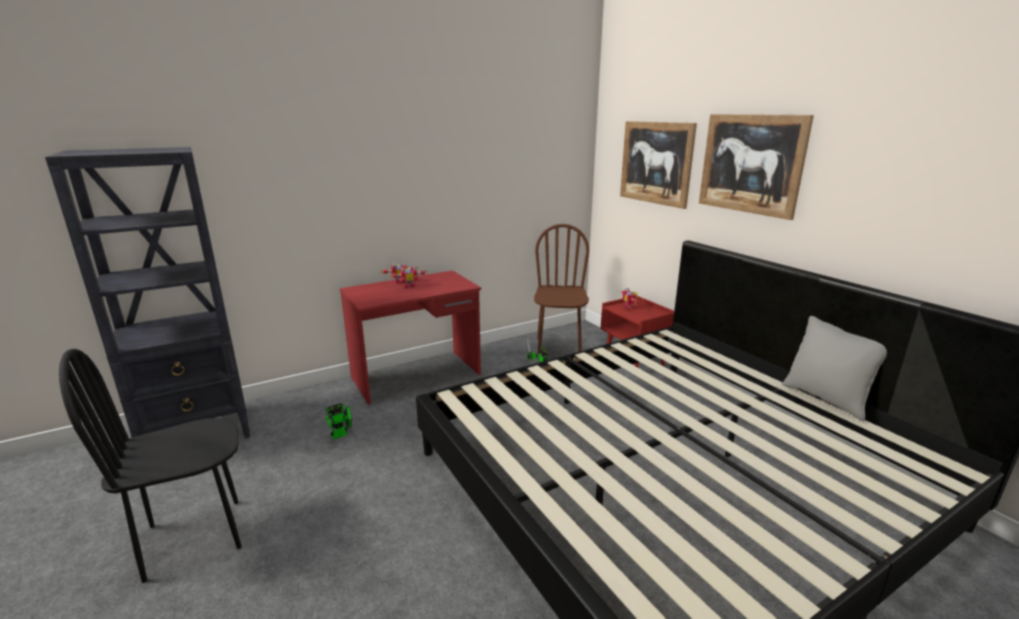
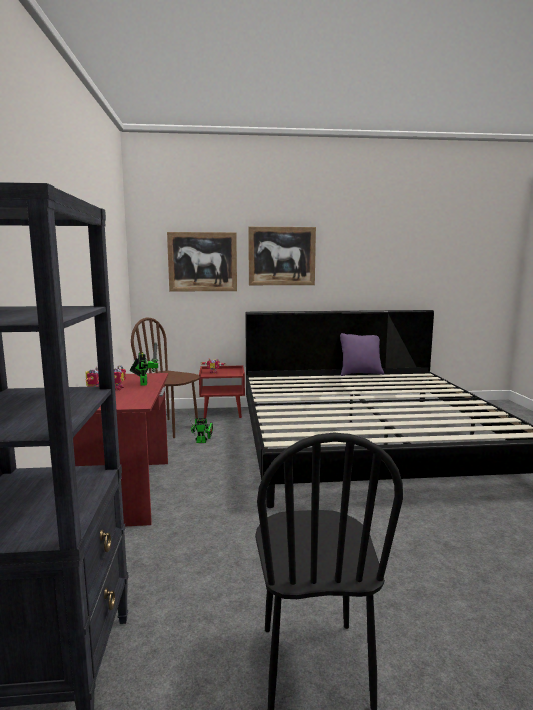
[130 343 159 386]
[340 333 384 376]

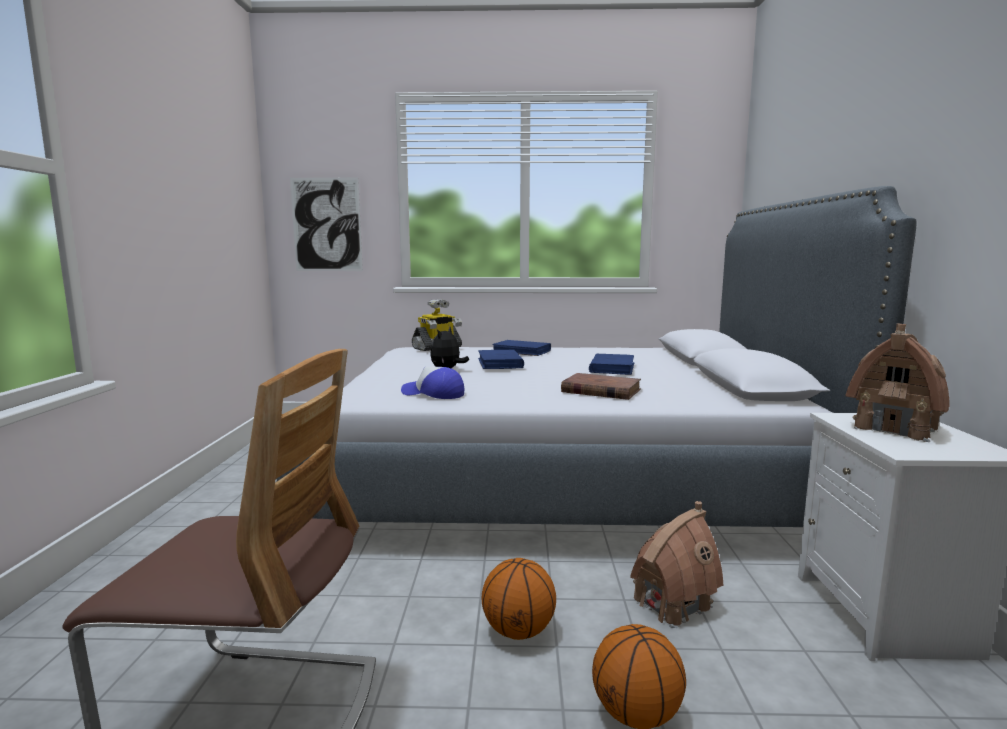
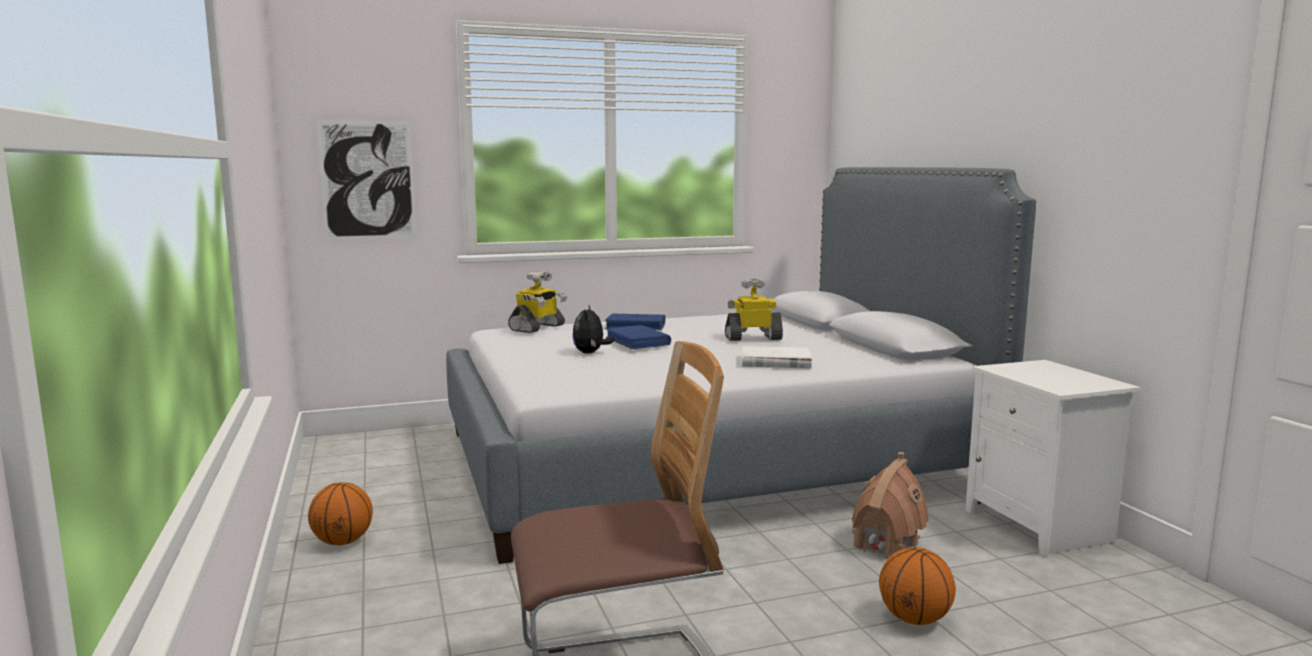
[401 367 464 399] (first image)
[845 324 950 442] (first image)
[308 482 373 545]
[725 277 783 341]
[741 346 812 369]

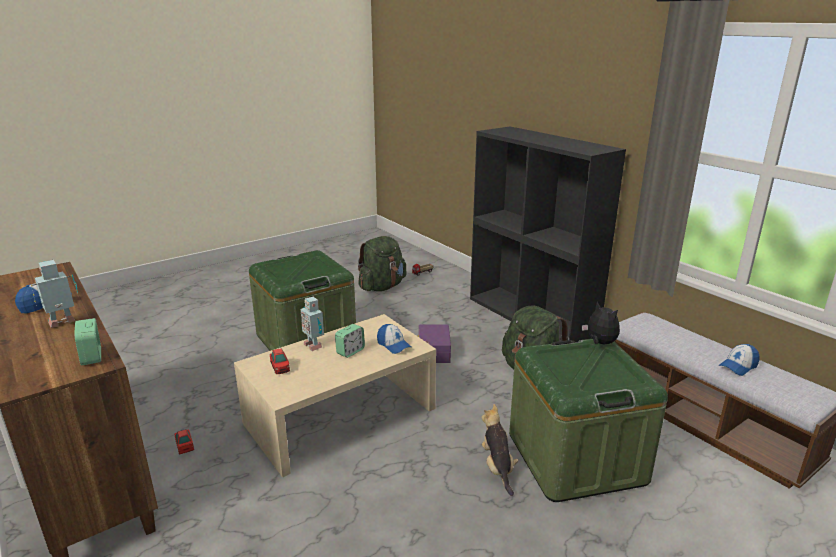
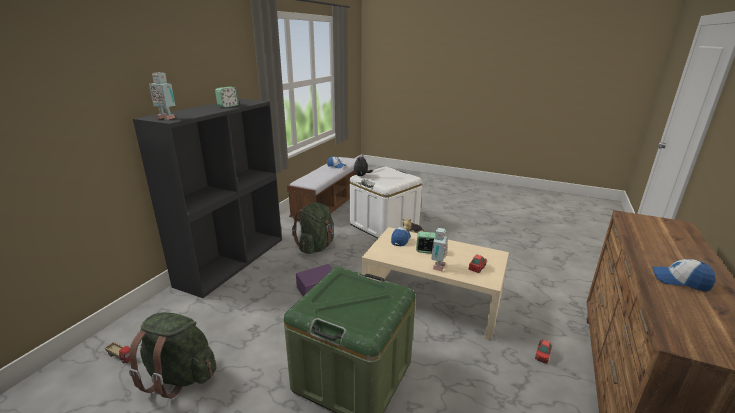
[149 73 175 120]
[215 87 239 107]
[350 167 422 239]

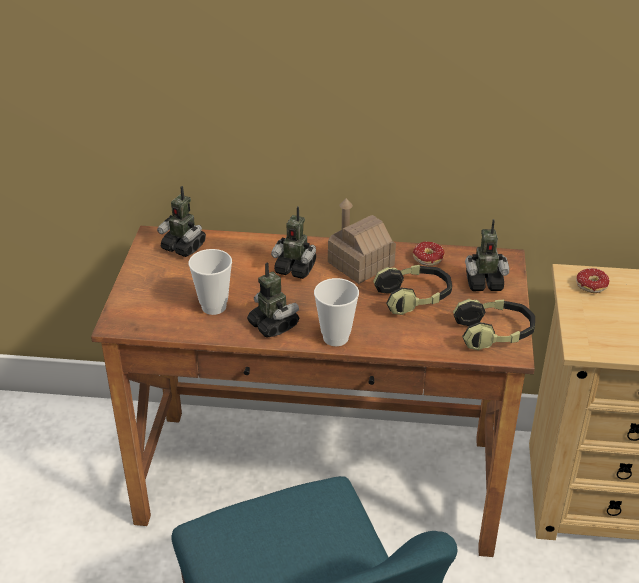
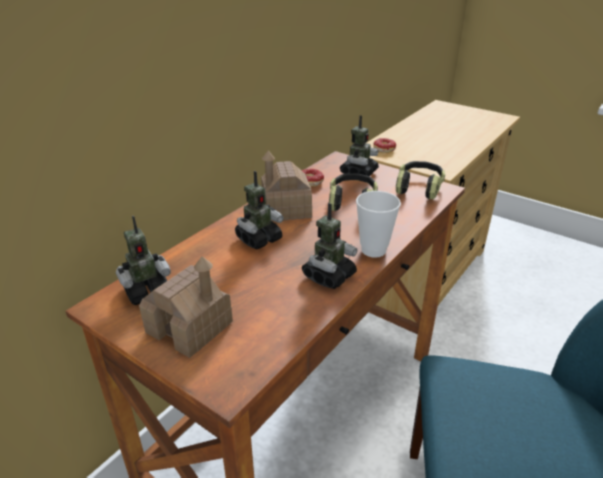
[189 249 232 315] (first image)
[139 256 233 358]
[302 203 357 289]

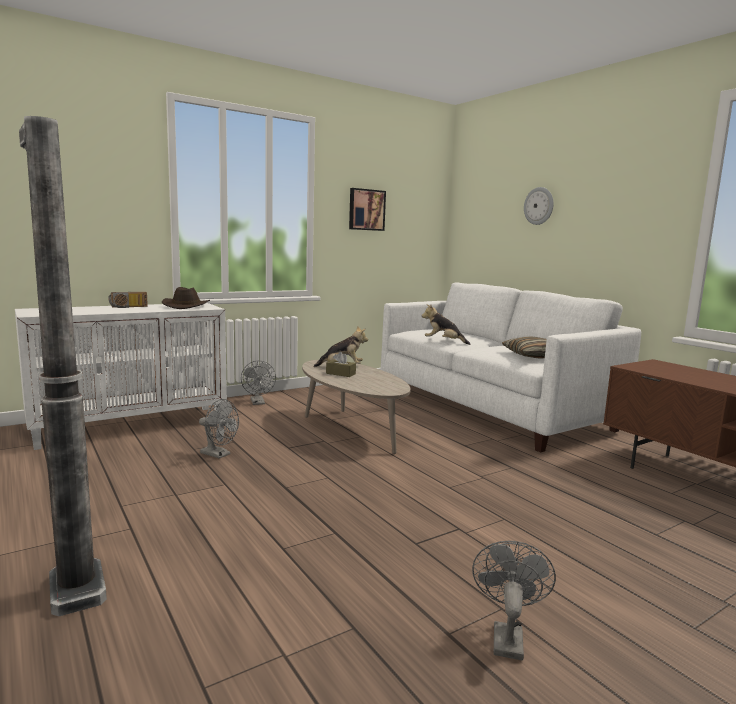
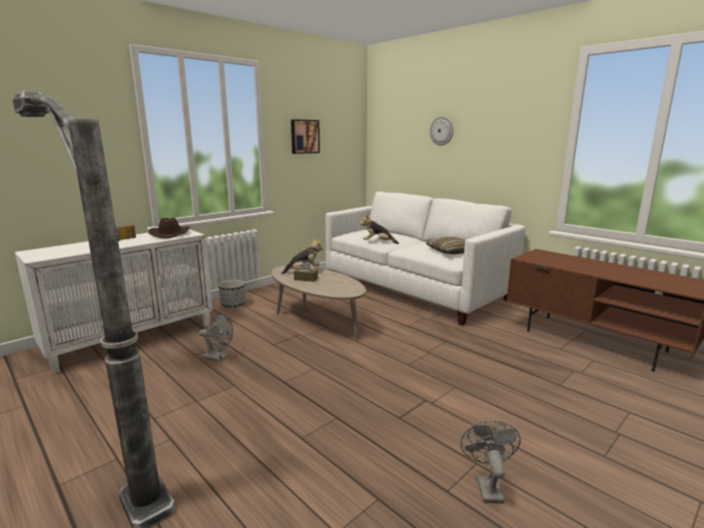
[218 280 246 307]

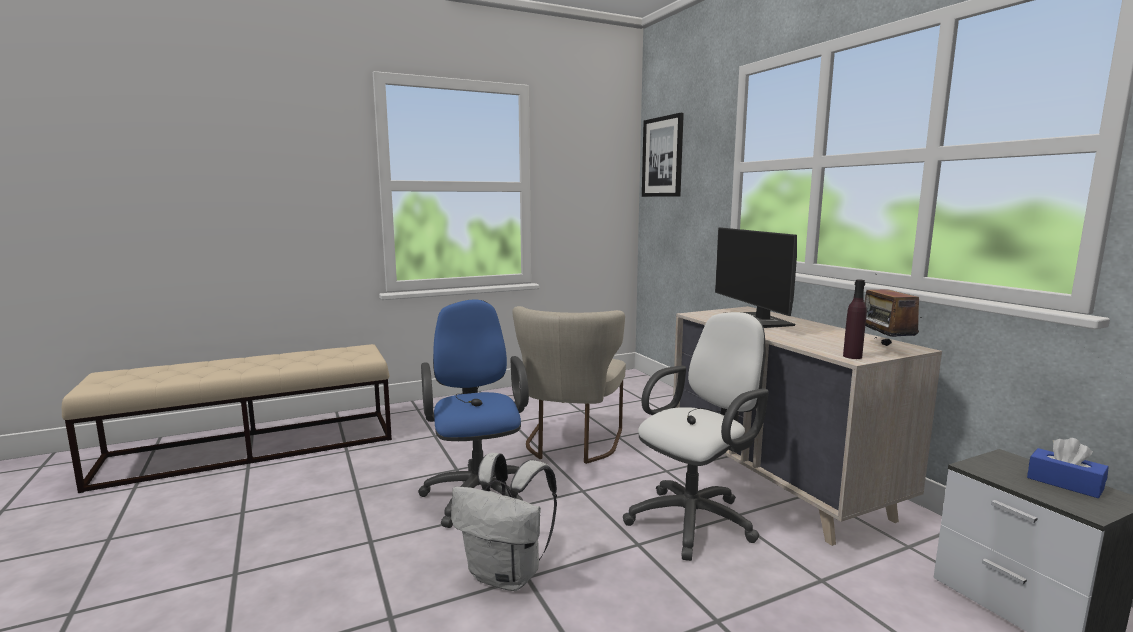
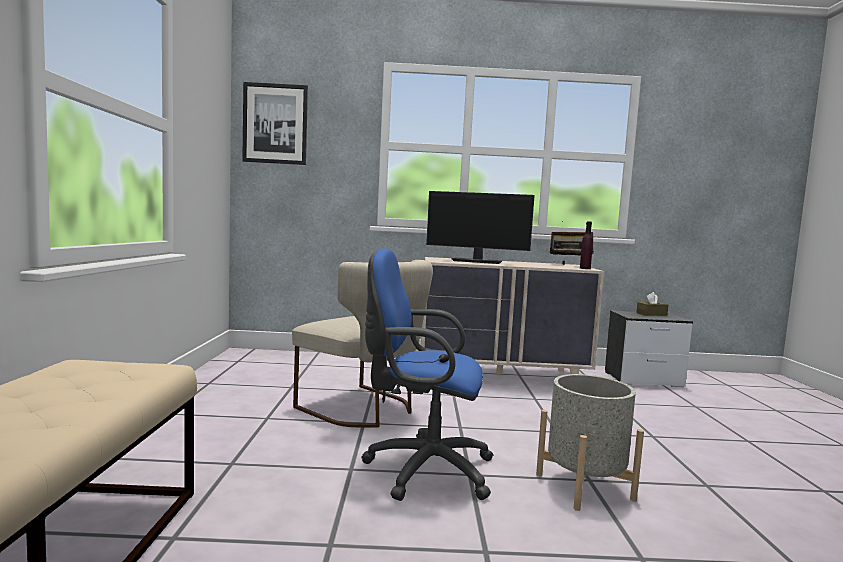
[623 312 769 561] (first image)
[536 374 644 511]
[636 292 668 316]

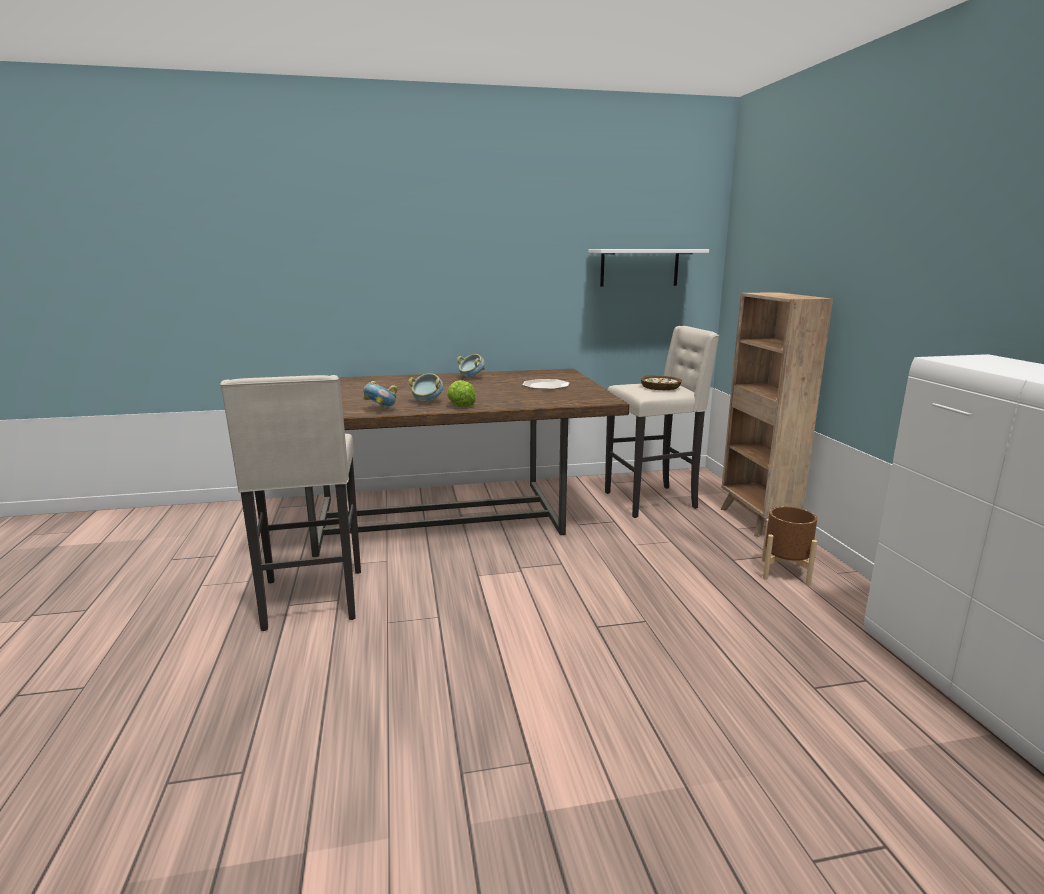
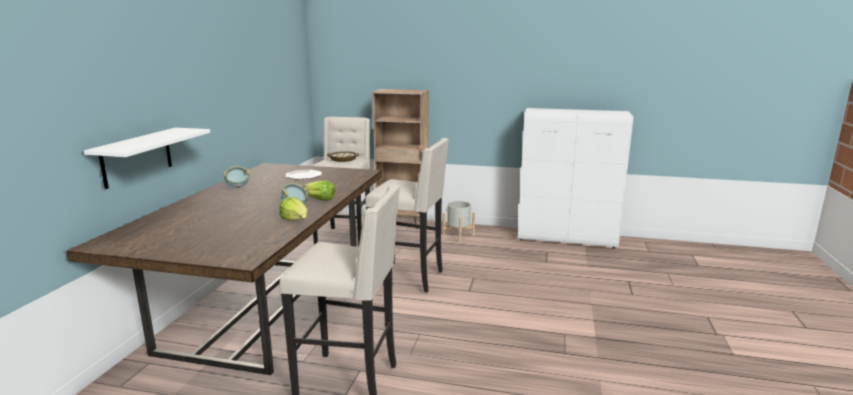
[365 138 449 293]
[84 128 210 189]
[279 197 307 221]
[443 201 475 242]

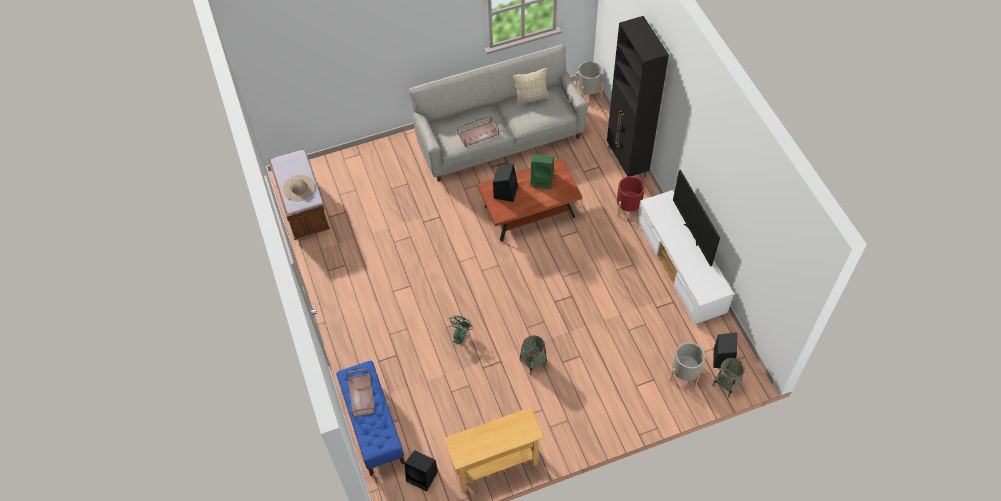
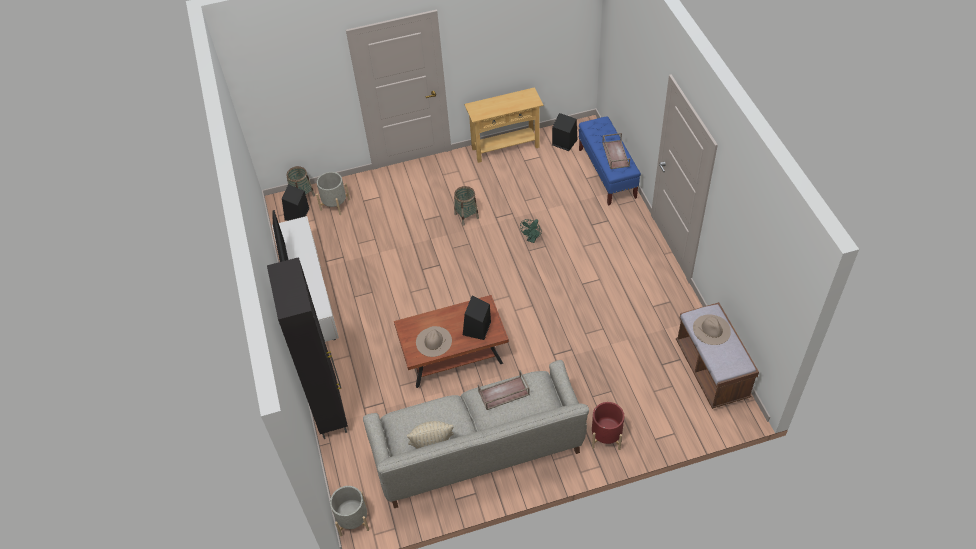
[592 402 624 450]
[416 326 452 357]

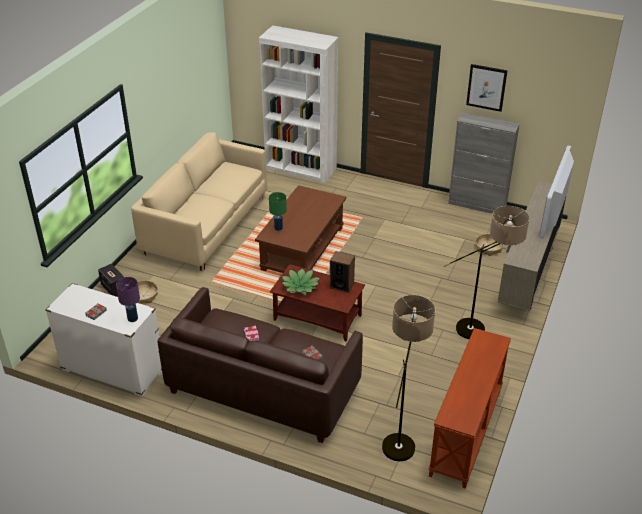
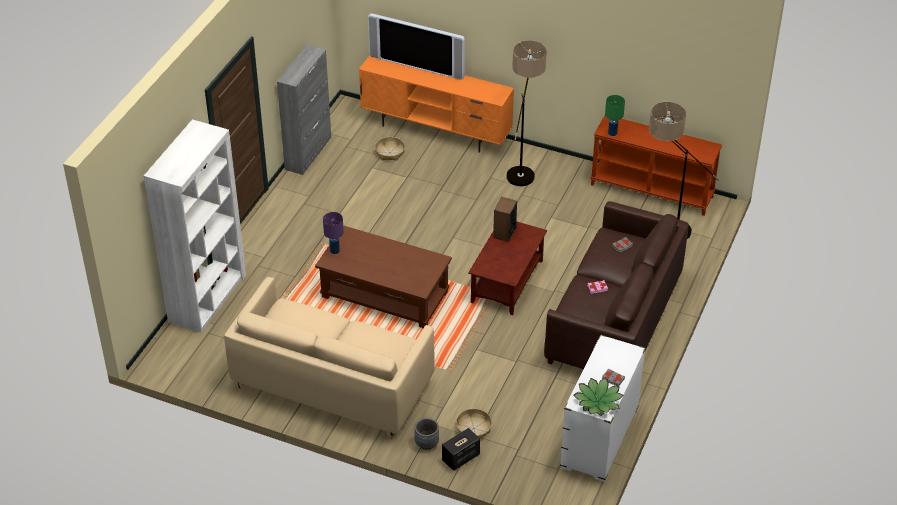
[466 64 508 112] (first image)
[414 418 439 450]
[323 212 344 254]
[605 95 625 136]
[574 378 624 416]
[359 55 514 153]

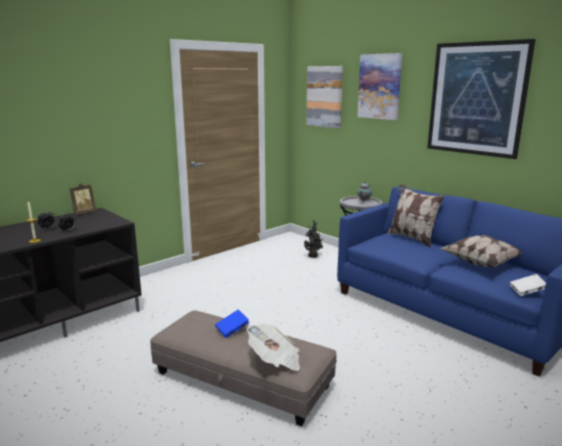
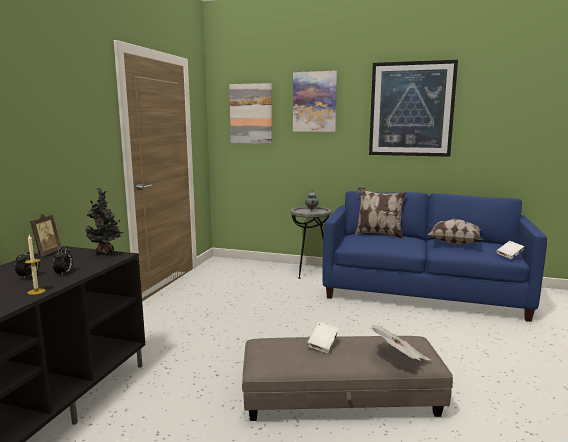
[86 188 124 255]
[307 322 339 353]

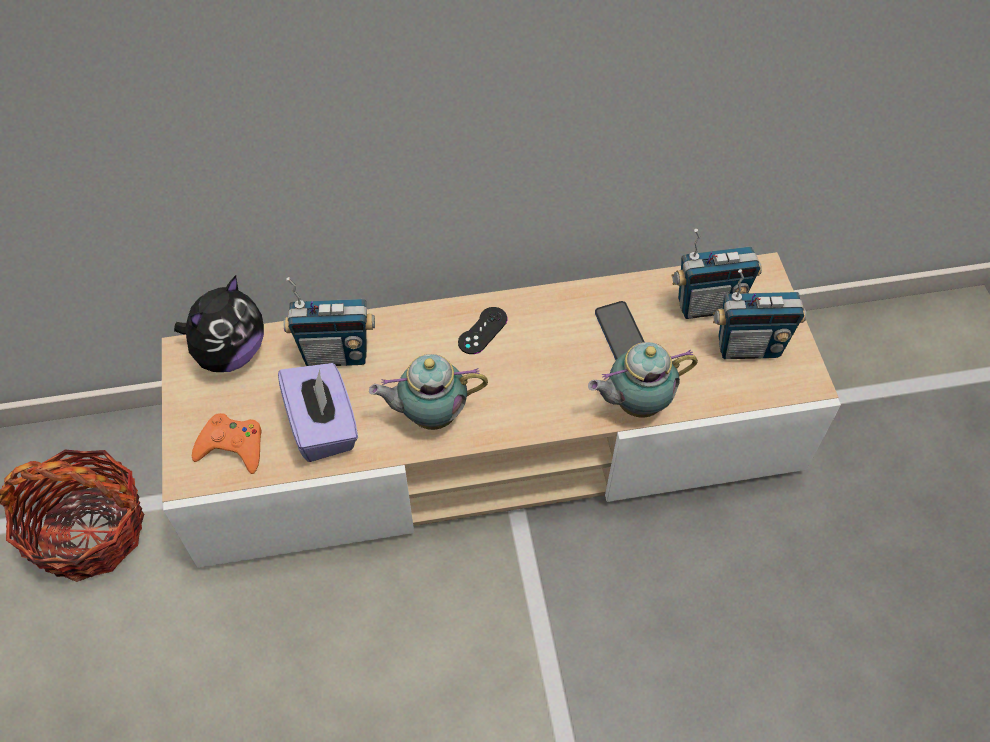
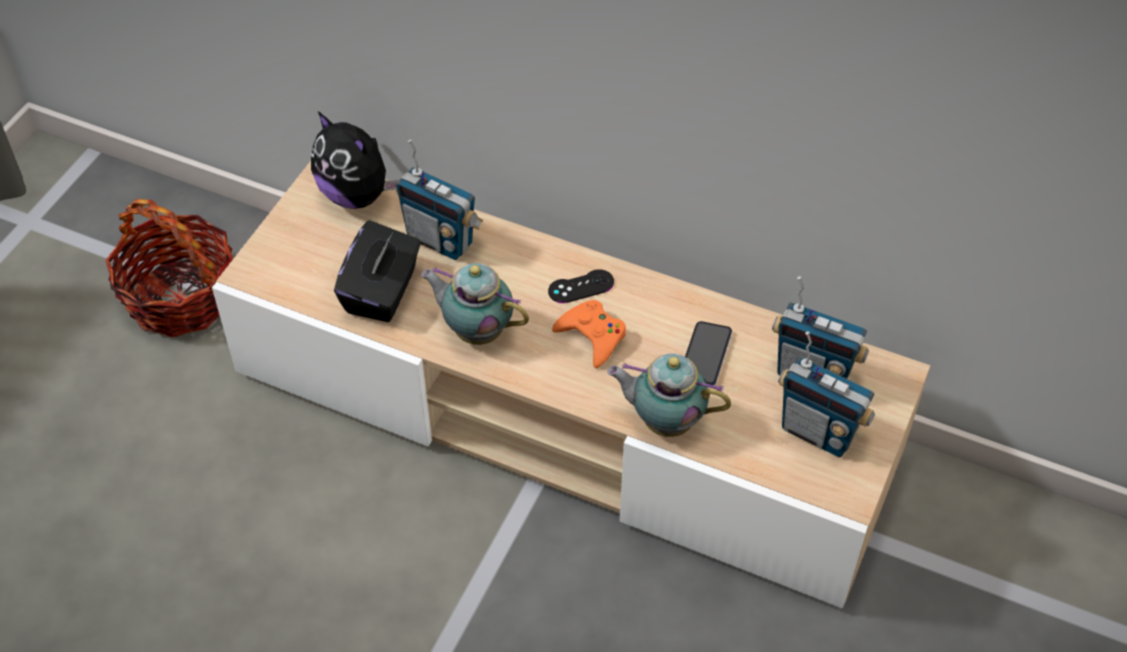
[552 300 626 368]
[334 220 421 322]
[311 112 399 209]

